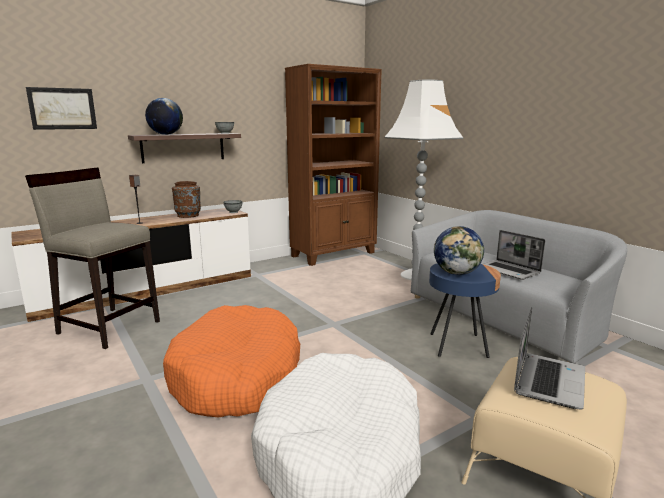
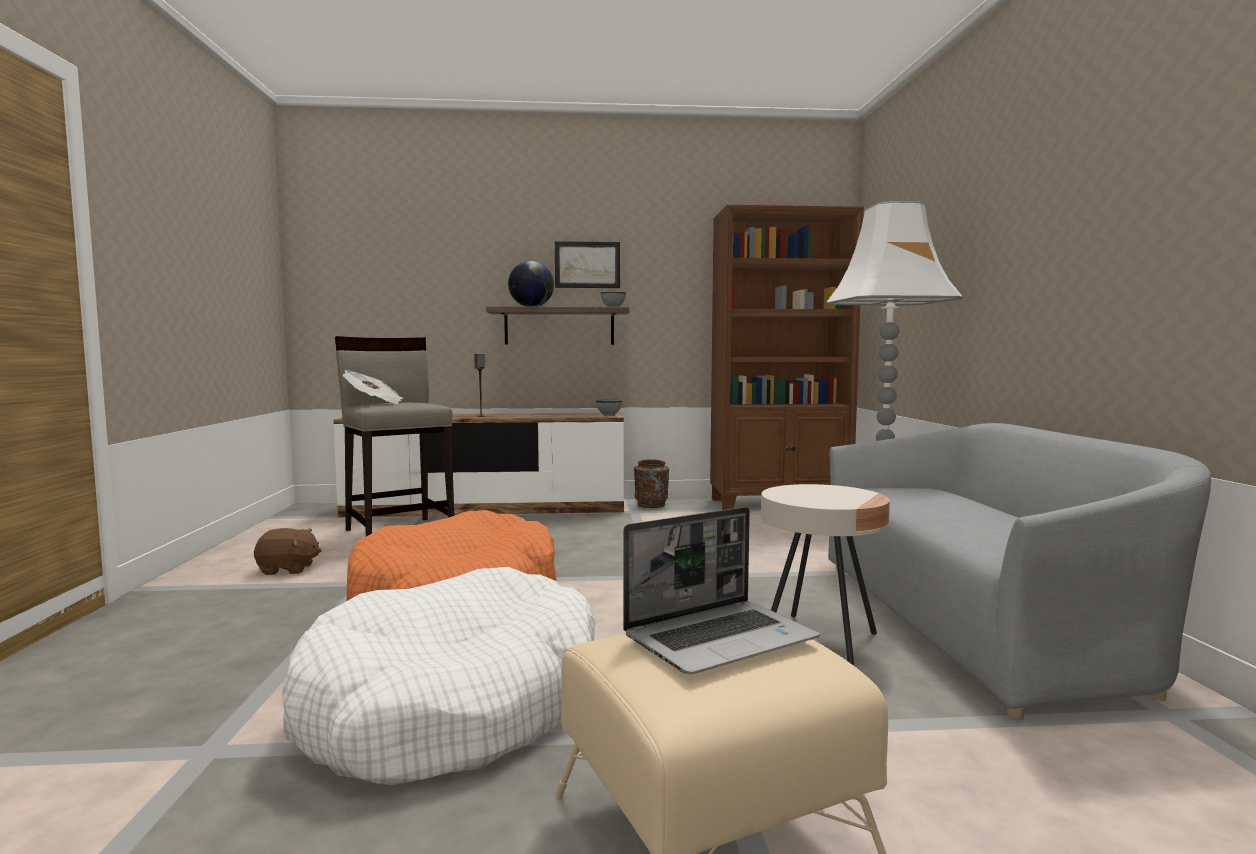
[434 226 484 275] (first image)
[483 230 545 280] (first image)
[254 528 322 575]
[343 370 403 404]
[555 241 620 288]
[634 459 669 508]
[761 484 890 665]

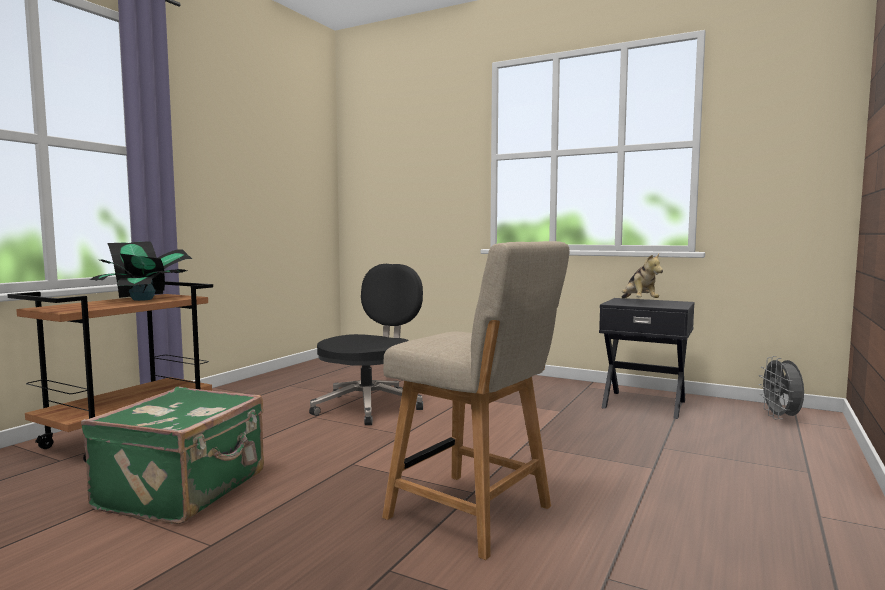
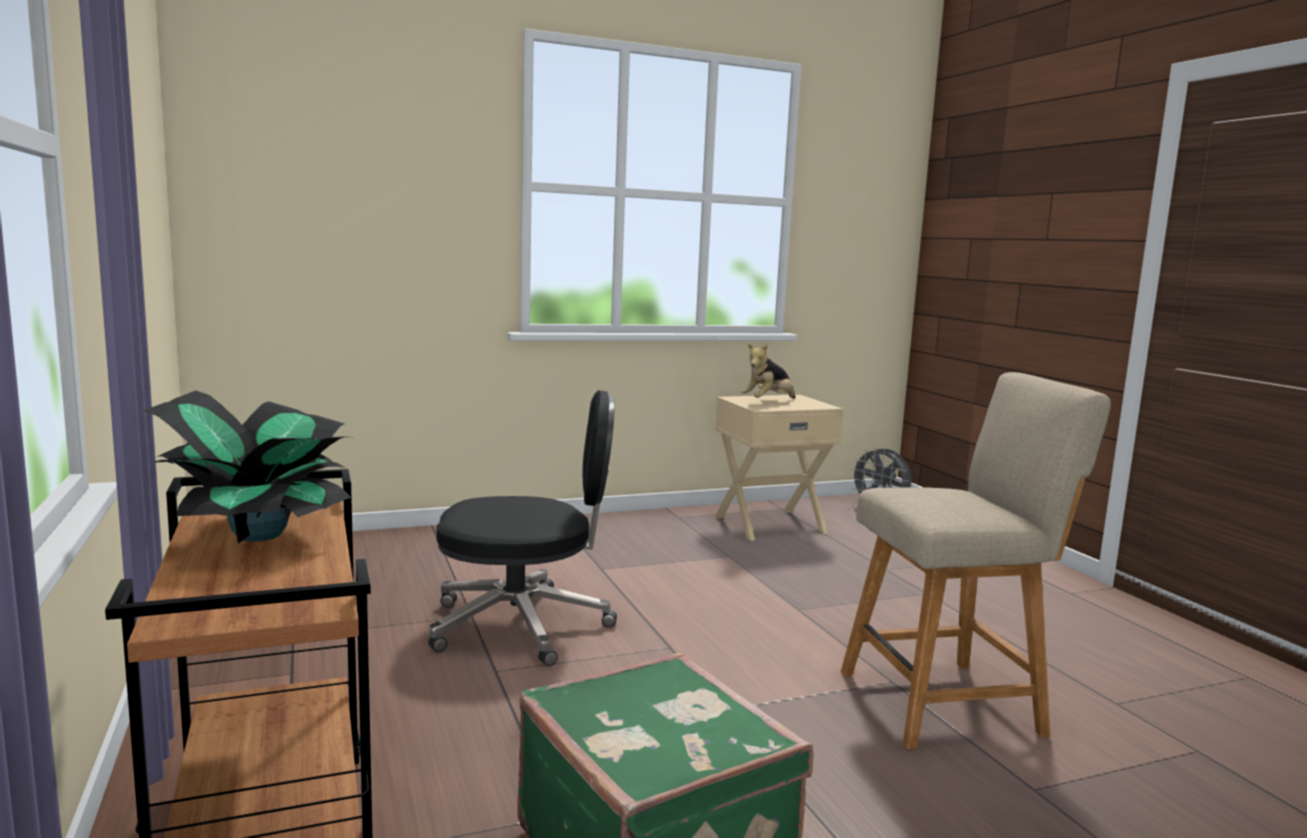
[715 395 843 541]
[428 390 617 666]
[741 343 795 398]

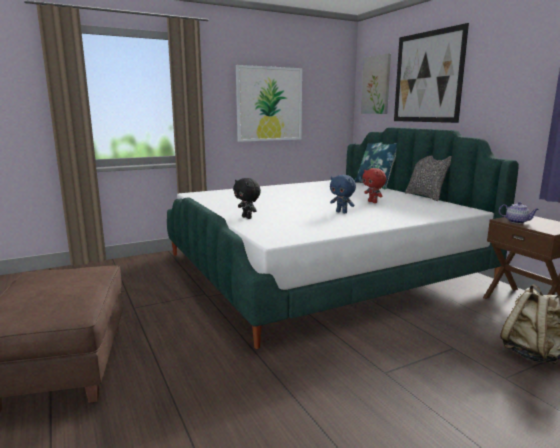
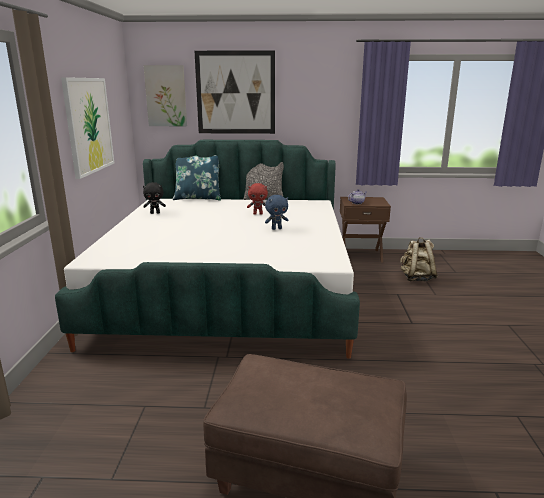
[143 182 166 214]

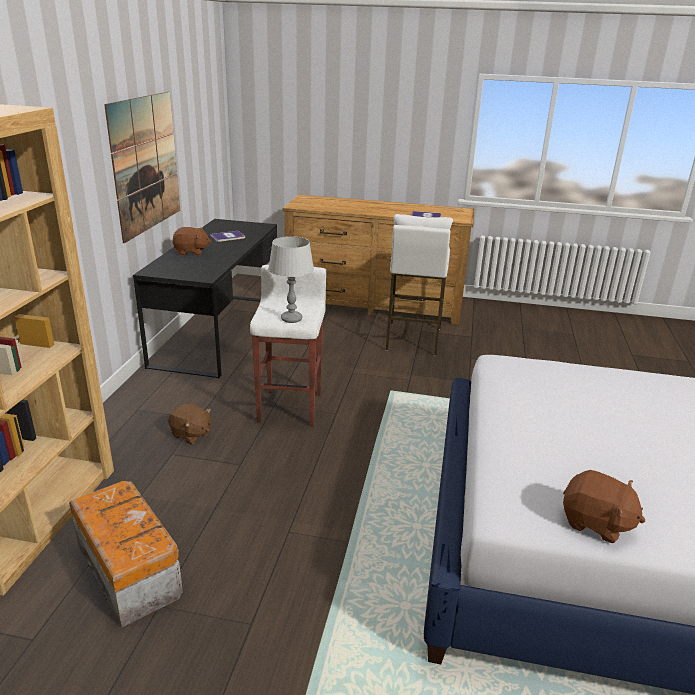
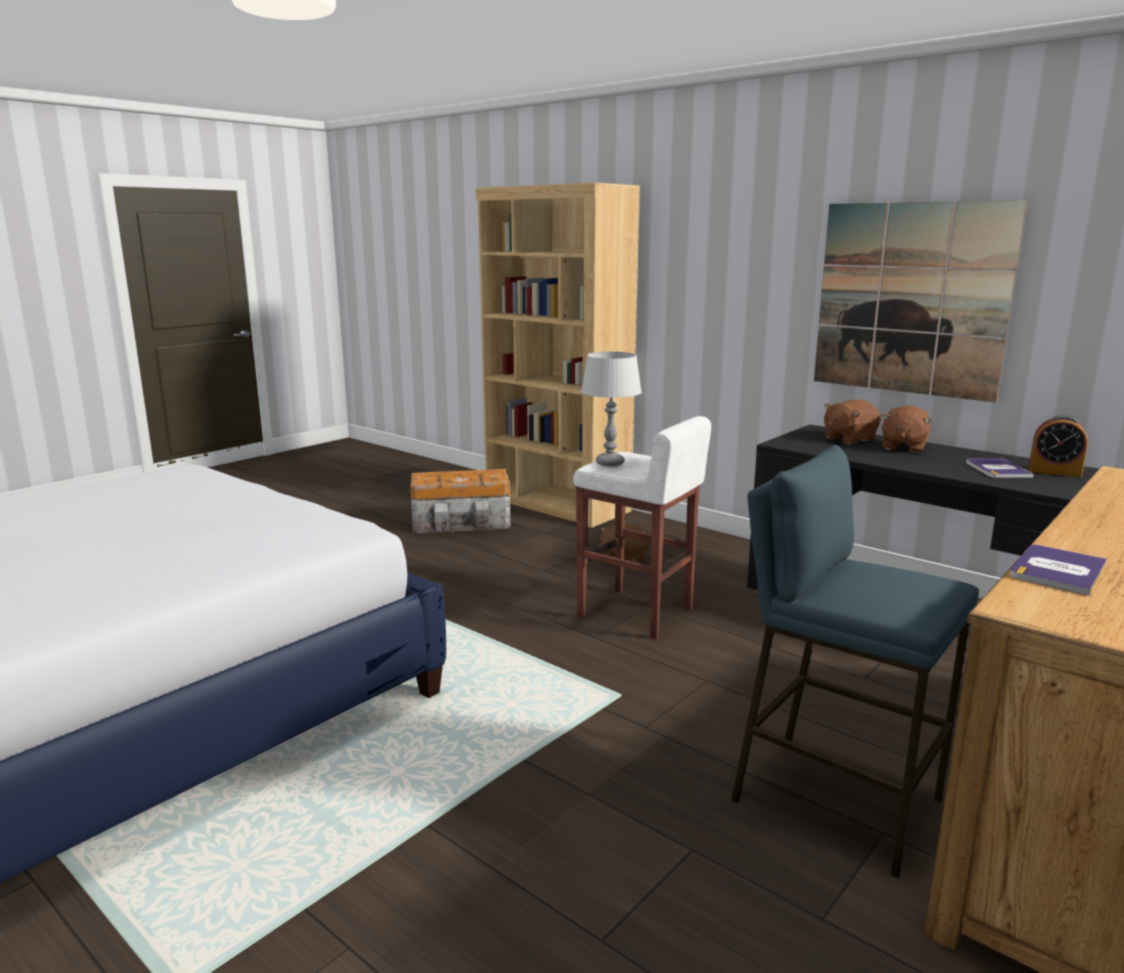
[1029 415 1088 477]
[824 400 881 444]
[731 445 979 878]

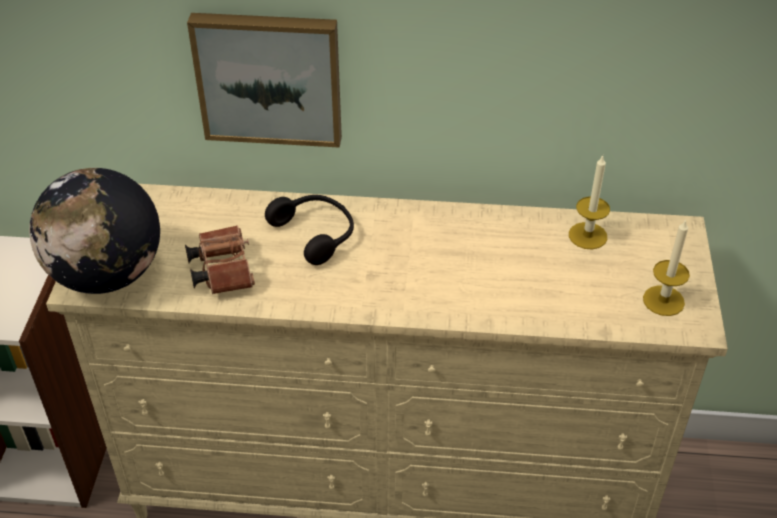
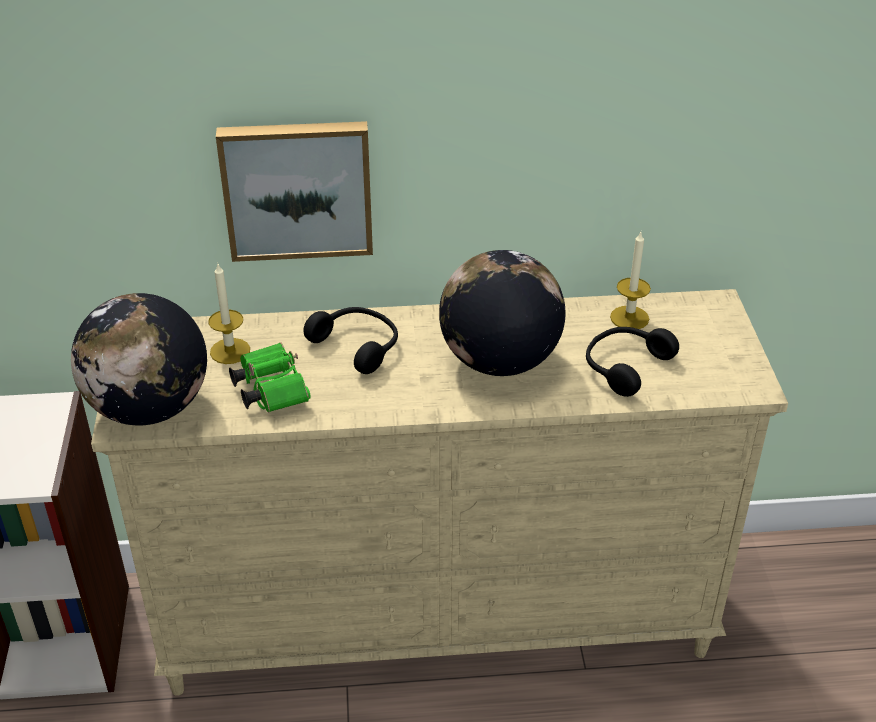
[439 250 566 376]
[586 327 679 397]
[208 264 250 364]
[229 342 311 412]

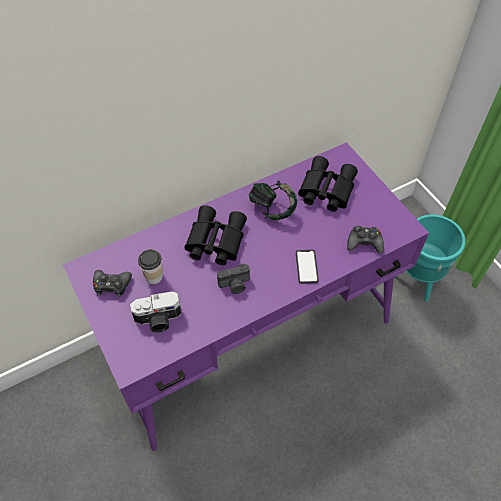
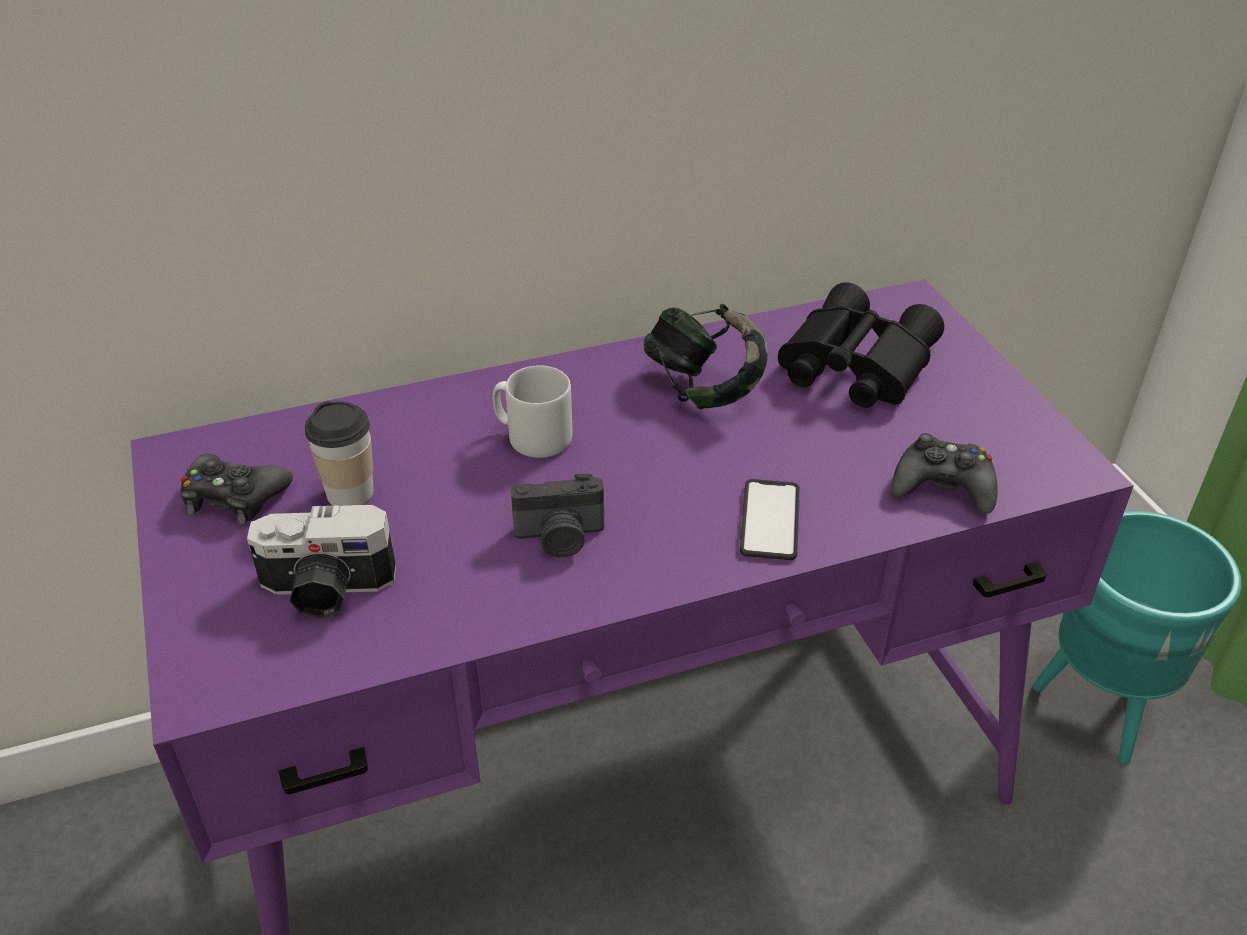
[493 365 572 458]

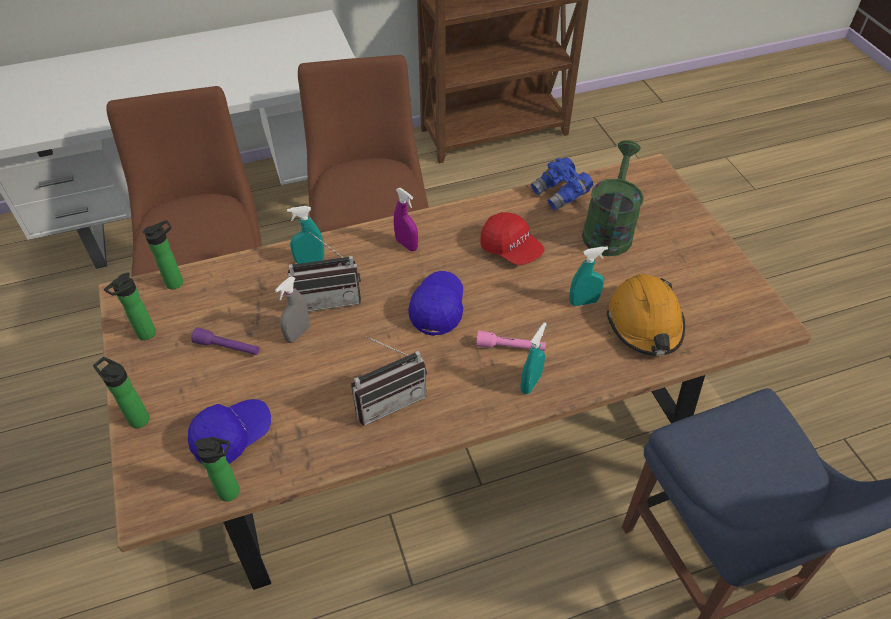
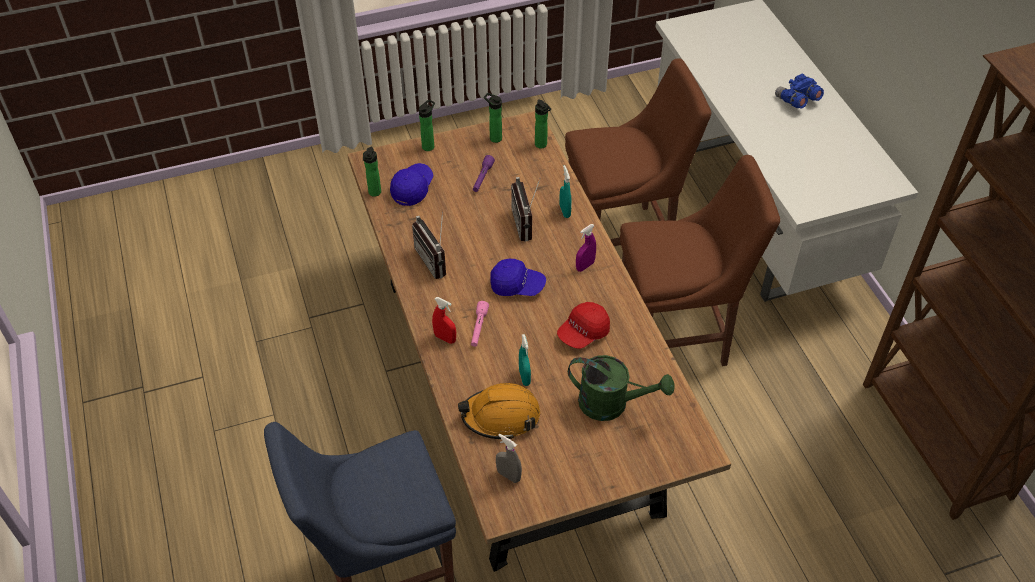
[496 434 522 483]
[775 73 824 108]
[432 297 456 344]
[390 163 433 206]

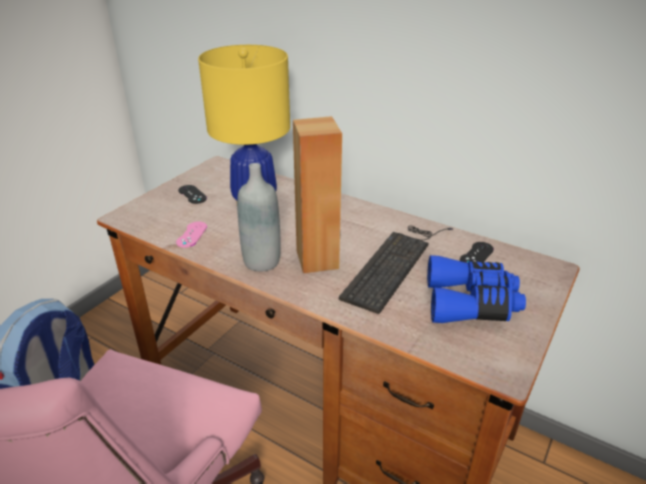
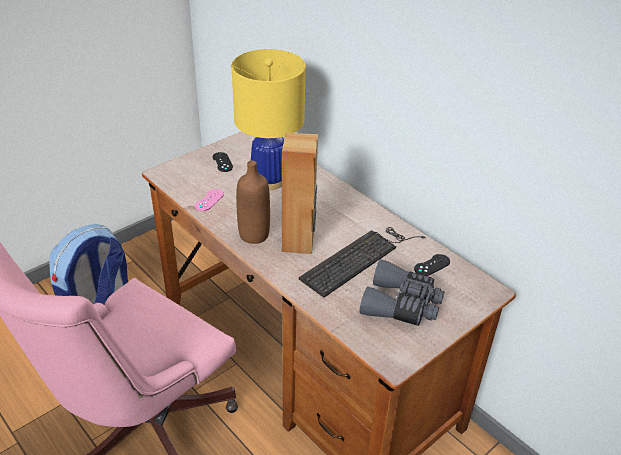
[236 160 270 244]
[359 259 445 326]

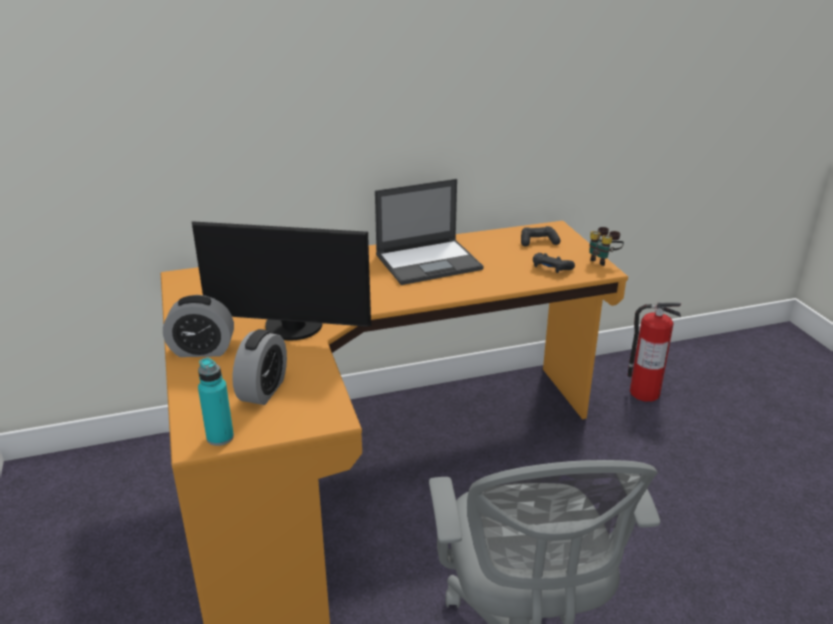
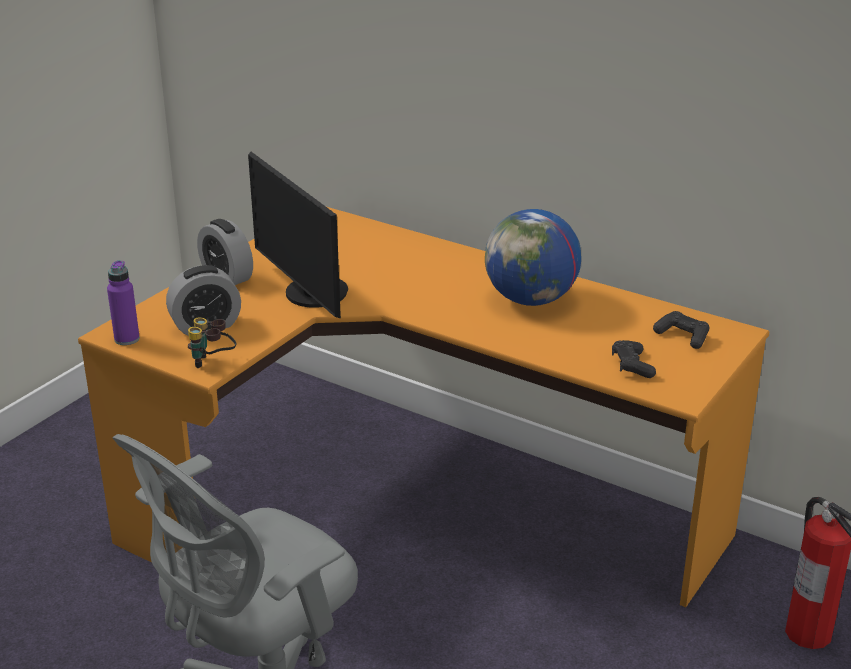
[188 317 237 368]
[485 209 581 306]
[107 260 140 345]

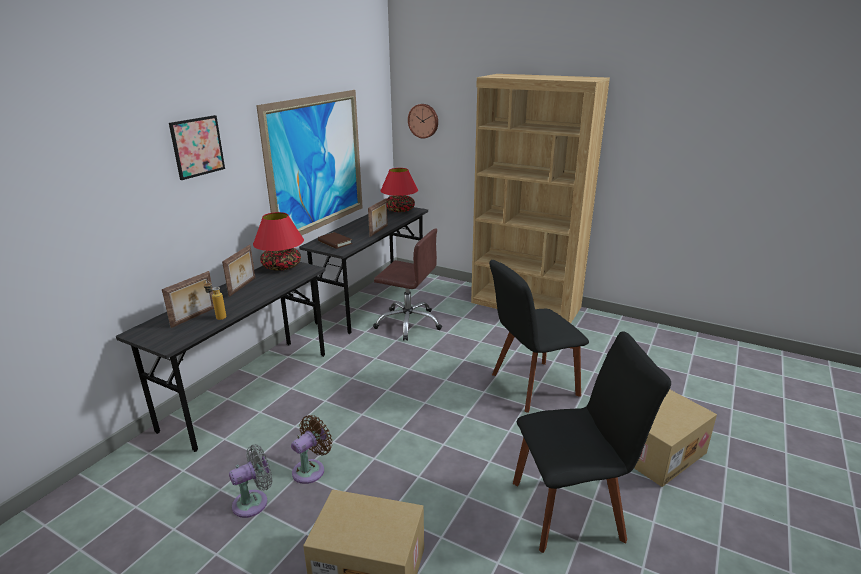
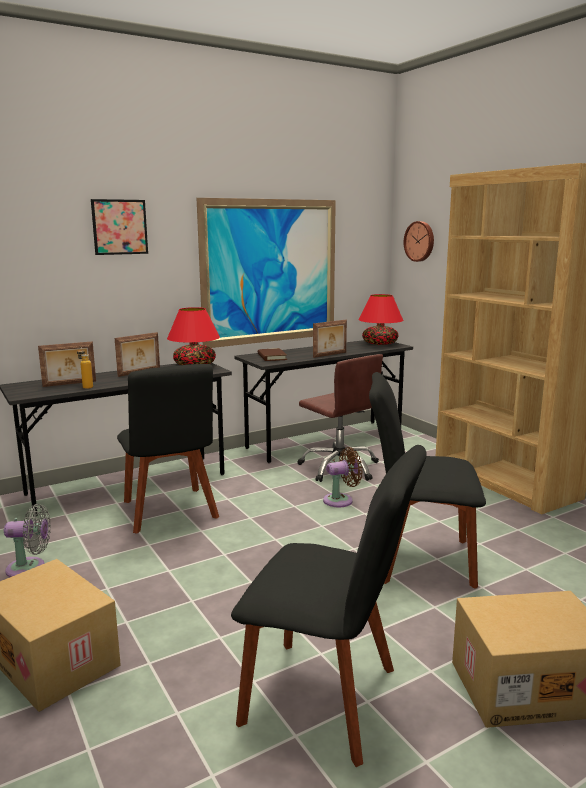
[117 364 219 533]
[323 447 363 507]

